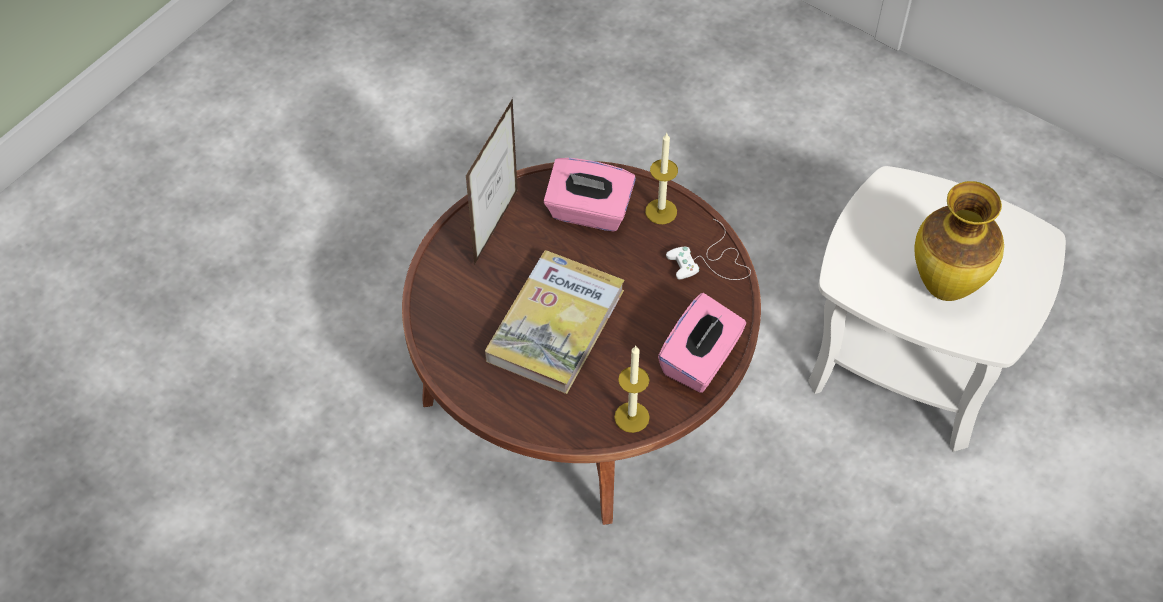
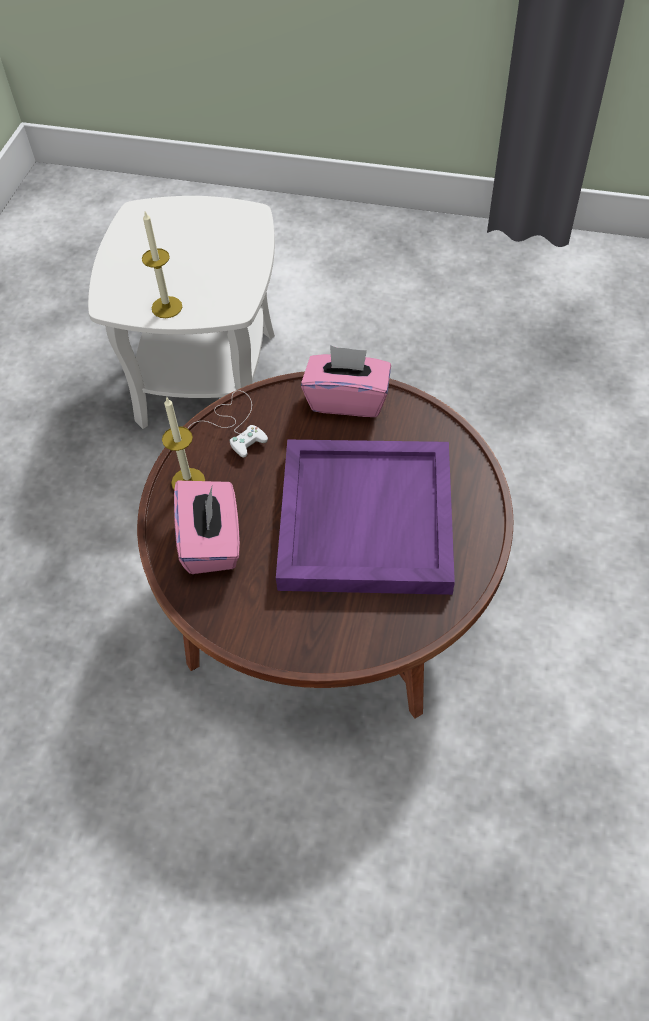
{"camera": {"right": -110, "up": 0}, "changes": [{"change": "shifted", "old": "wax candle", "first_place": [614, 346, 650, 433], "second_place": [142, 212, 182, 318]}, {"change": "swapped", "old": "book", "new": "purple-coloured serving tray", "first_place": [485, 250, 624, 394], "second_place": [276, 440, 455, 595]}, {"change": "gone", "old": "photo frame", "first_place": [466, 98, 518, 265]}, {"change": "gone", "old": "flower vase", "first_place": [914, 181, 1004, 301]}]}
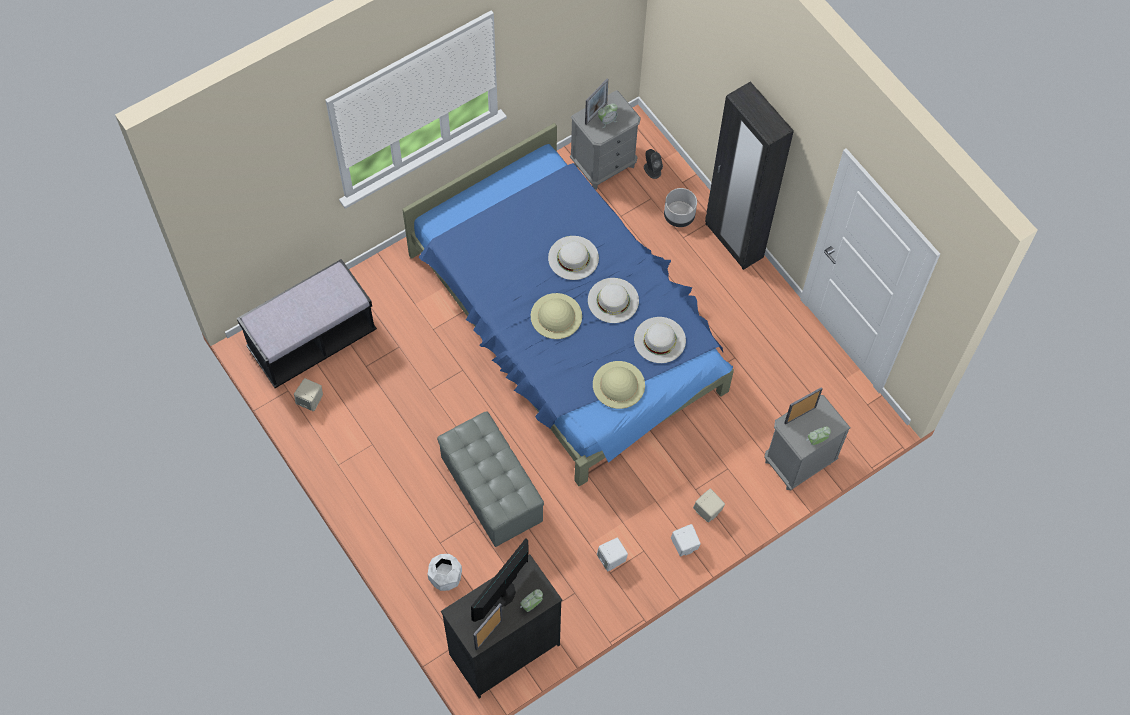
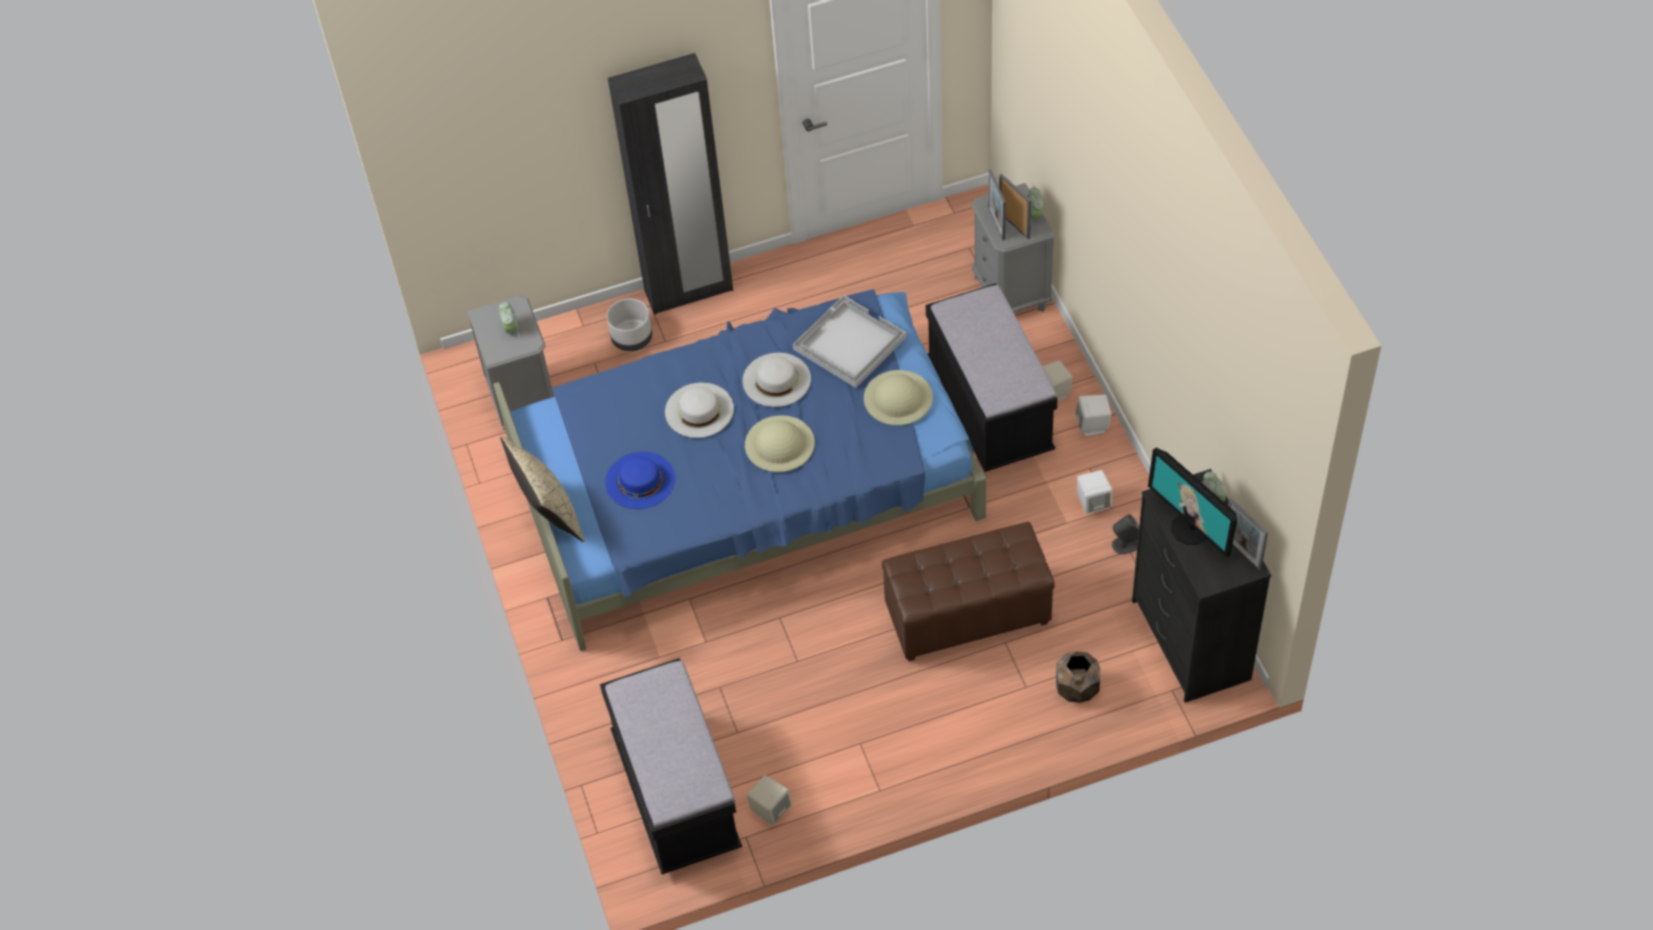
{"camera": {"right": -70, "up": -10}, "changes": [{"change": "new", "new": "beige-coloured pillow", "second_place": [500, 436, 584, 542]}, {"change": "new", "new": "bluish clothing hat", "second_place": [605, 452, 675, 509]}, {"change": "swapped", "old": "white clothing hat", "new": "white serving tray", "first_place": [634, 317, 686, 363], "second_place": [793, 295, 907, 388]}, {"change": "repainted", "old": "grey pouffe", "new": "brown-coloured pouffe", "first_place": [437, 411, 544, 547], "second_place": [882, 522, 1055, 661]}, {"change": "new", "new": "black long seat", "second_place": [926, 283, 1057, 472]}, {"change": "shifted", "old": "photo frame", "first_place": [585, 78, 609, 125], "second_place": [999, 174, 1031, 239]}, {"change": "repainted", "old": "white plant pot", "new": "brown-coloured plant pot", "first_place": [427, 554, 462, 591], "second_place": [1056, 652, 1100, 703]}, {"change": "shifted", "old": "grey audio speaker", "first_place": [644, 149, 663, 179], "second_place": [1112, 514, 1139, 554]}]}
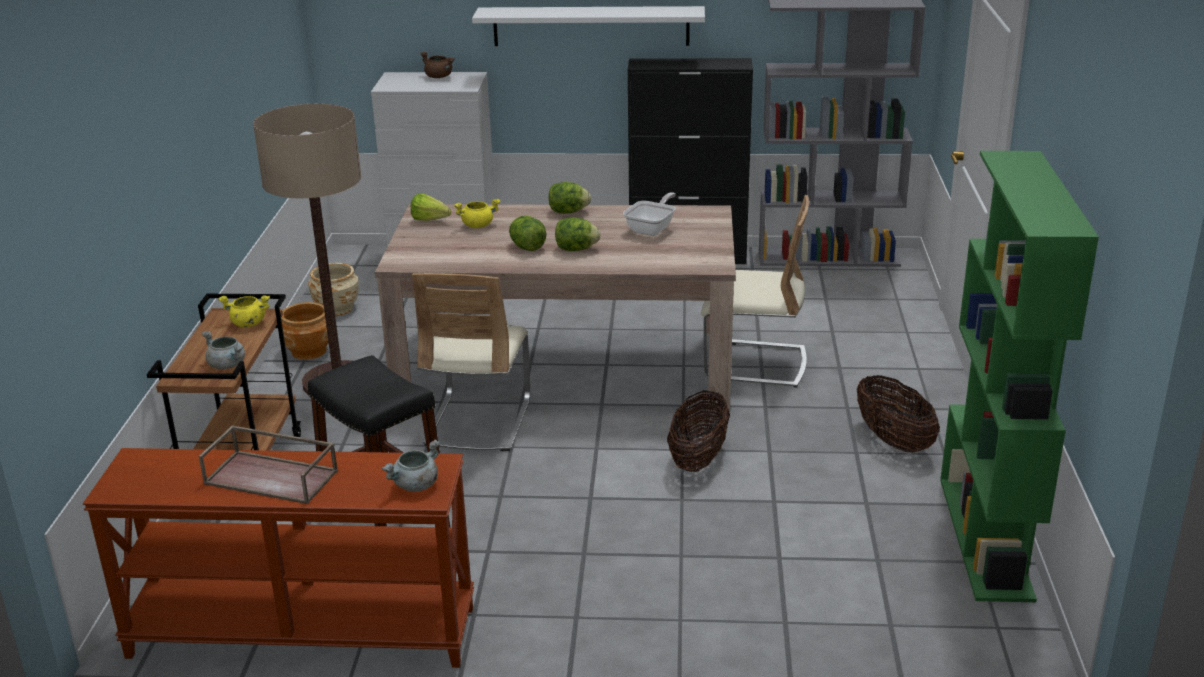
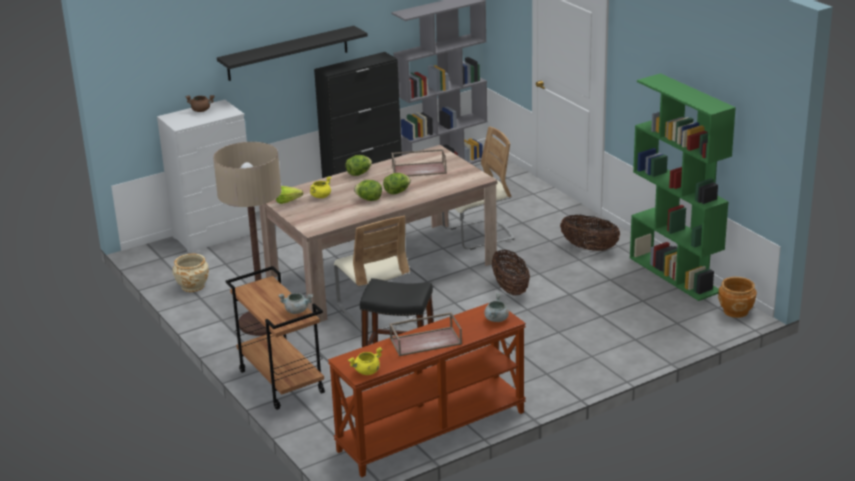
{"camera": {"right": -35, "up": 0}, "changes": [{"change": "repainted", "old": "white shelf", "new": "black shelf", "first_place": [472, 6, 705, 46], "second_place": [217, 26, 368, 81]}, {"change": "shifted", "old": "yellow-coloured stockpot", "first_place": [218, 295, 270, 327], "second_place": [348, 347, 383, 375]}, {"change": "swapped", "old": "pan", "new": "brown-coloured serving tray", "first_place": [623, 192, 676, 236], "second_place": [391, 149, 447, 176]}, {"change": "shifted", "old": "brown-coloured plant pot", "first_place": [281, 302, 329, 360], "second_place": [718, 277, 757, 318]}]}
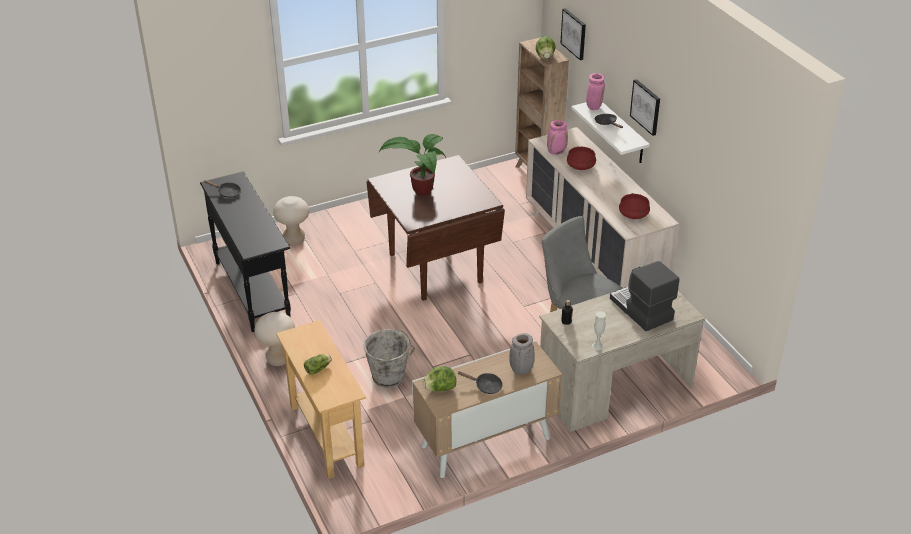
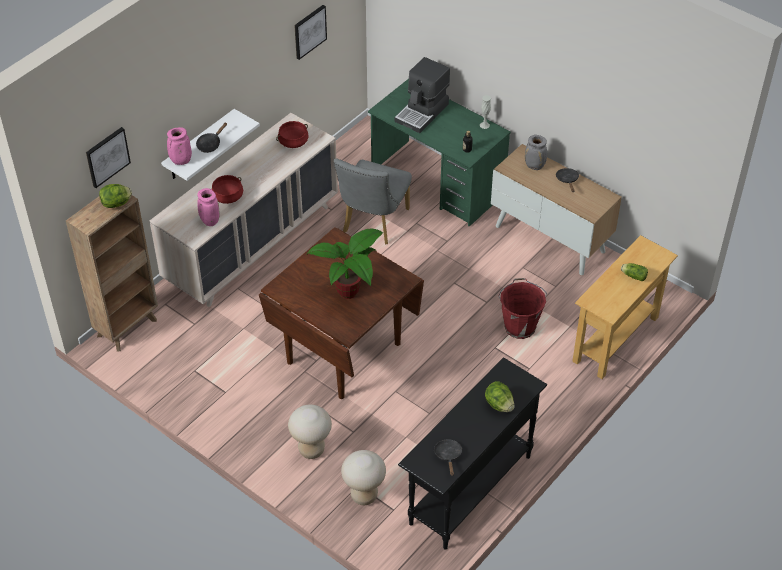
{"camera": {"right": -115, "up": 10}, "changes": [{"change": "shifted", "old": "beige-coloured sitting stool", "first_place": [254, 312, 295, 366], "second_place": [288, 404, 332, 459]}, {"change": "shifted", "old": "wall art", "first_place": [630, 79, 660, 136], "second_place": [294, 5, 327, 60]}, {"change": "repainted", "old": "beige-coloured desk", "new": "green desk", "first_place": [539, 291, 705, 432], "second_place": [368, 79, 511, 227]}, {"change": "shifted", "old": "lettuce", "first_place": [423, 366, 456, 391], "second_place": [485, 381, 515, 412]}, {"change": "repainted", "old": "grey bucket", "new": "red bucket", "first_place": [363, 329, 415, 388], "second_place": [498, 278, 547, 339]}]}
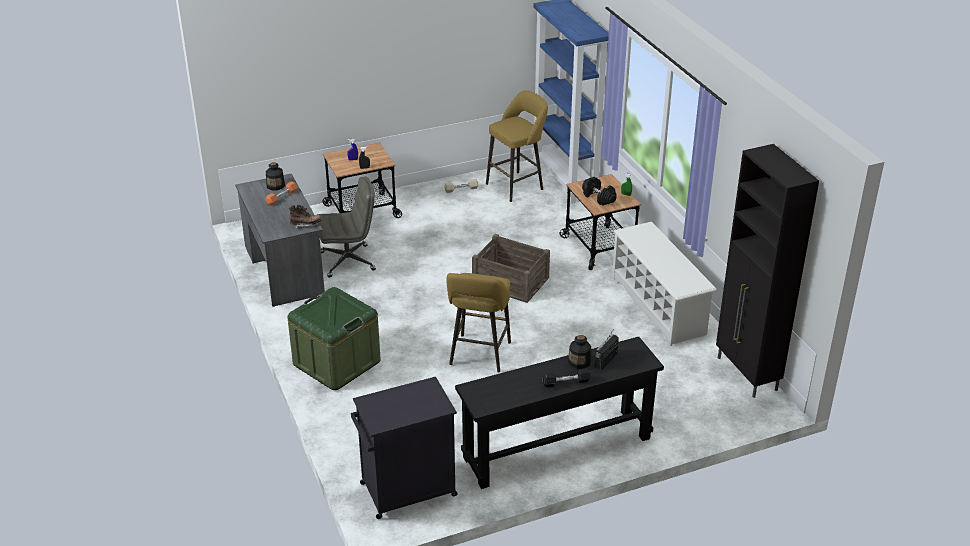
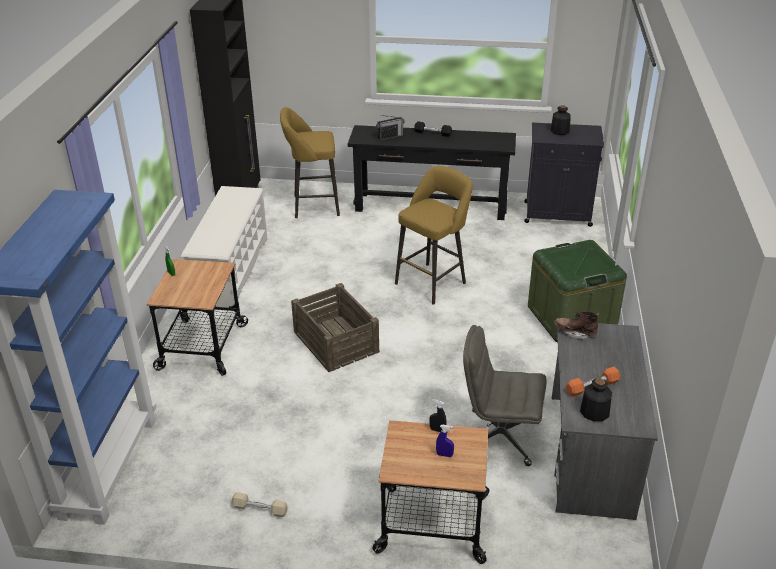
{"camera": {"right": -150, "up": 0}, "changes": [{"change": "shifted", "old": "yellow-coloured sitting stool", "first_place": [486, 90, 548, 202], "second_place": [280, 107, 340, 218]}, {"change": "shifted", "old": "bottle", "first_place": [568, 335, 591, 369], "second_place": [551, 105, 571, 135]}, {"change": "gone", "old": "black hand weight", "first_place": [582, 177, 617, 205]}]}
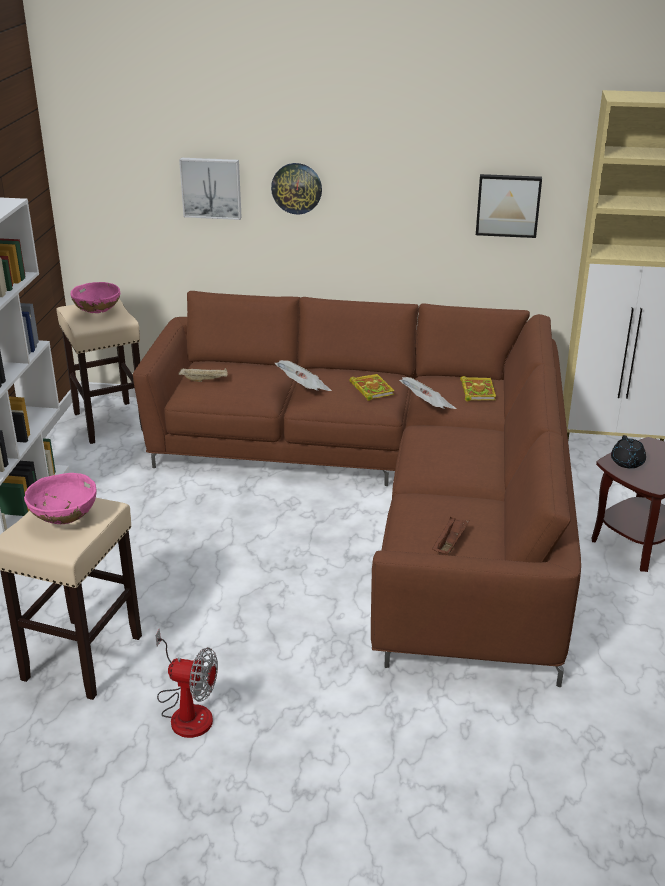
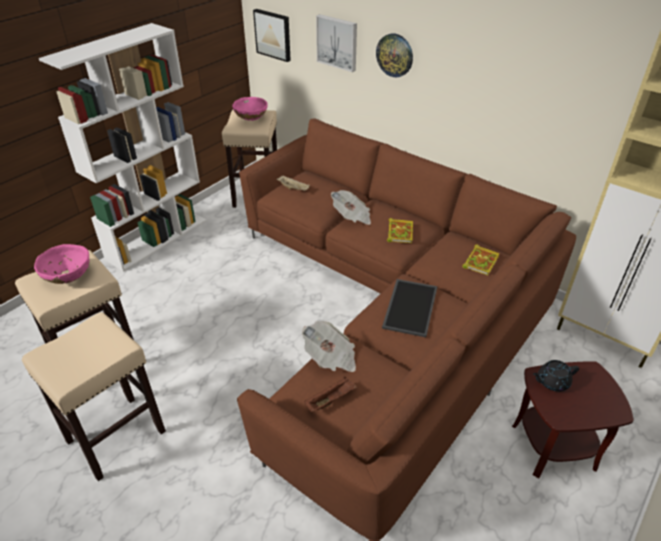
{"camera": {"right": 30, "up": 10}, "changes": [{"change": "swapped", "old": "cooling fan", "new": "beige-coloured sitting stool", "first_place": [155, 629, 218, 738], "second_place": [22, 312, 166, 481]}, {"change": "shifted", "old": "wall art", "first_place": [476, 174, 542, 238], "second_place": [253, 9, 291, 62]}, {"change": "shifted", "old": "daily paper", "first_place": [399, 377, 457, 409], "second_place": [302, 321, 356, 372]}, {"change": "new", "new": "serving tray", "second_place": [382, 279, 437, 337]}, {"change": "rotated", "old": "black tea pot", "first_place": [611, 435, 646, 468], "second_place": [533, 360, 579, 392], "degrees": 45}]}
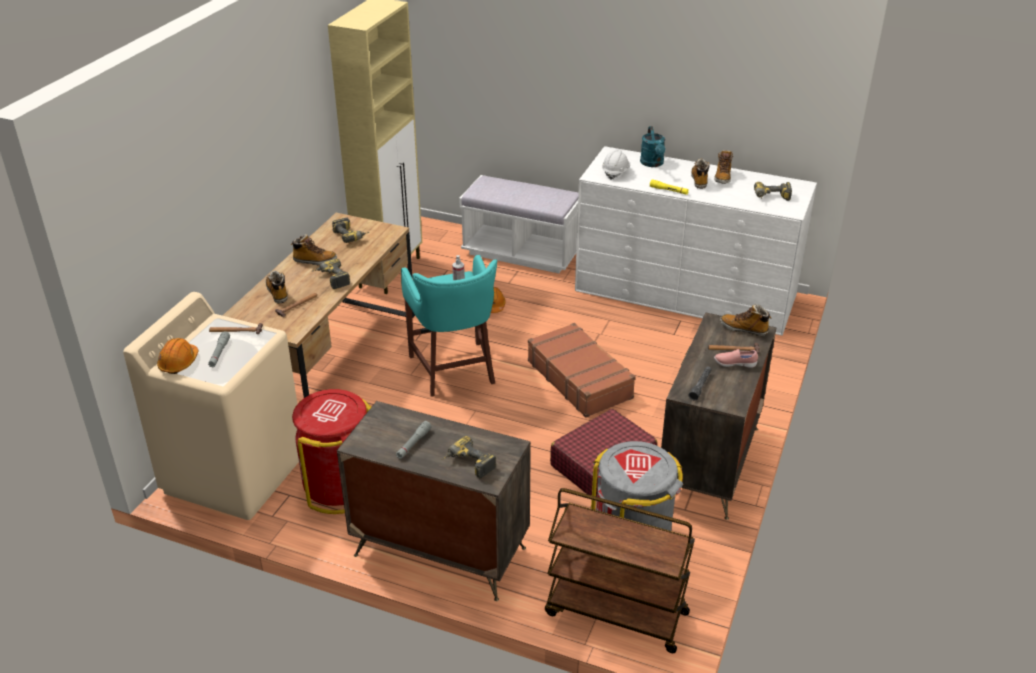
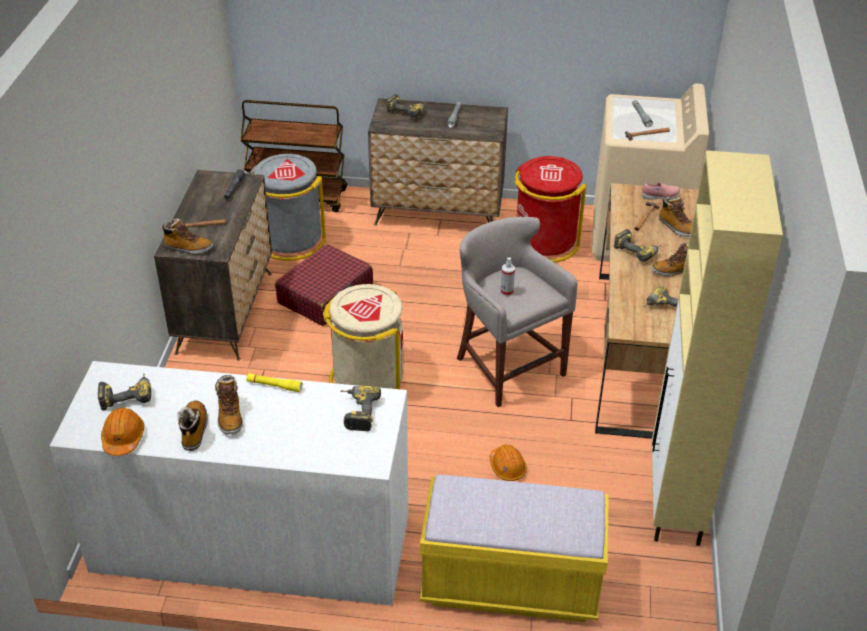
{"camera": {"right": 165, "up": 5}, "changes": [{"change": "shifted", "old": "orange work helmet", "first_place": [157, 338, 198, 374], "second_place": [101, 407, 144, 456]}, {"change": "swapped", "old": "brown-coloured piece of luggage", "new": "beige-coloured trash can", "first_place": [528, 323, 636, 418], "second_place": [323, 284, 403, 389]}, {"change": "swapped", "old": "white work helmet", "new": "electric drill", "first_place": [602, 149, 630, 179], "second_place": [341, 386, 381, 431]}, {"change": "repainted", "old": "white long seat", "new": "yellow-coloured long seat", "first_place": [459, 175, 579, 273], "second_place": [420, 475, 609, 622]}, {"change": "repainted", "old": "blue-green sitting stool", "new": "grey sitting stool", "first_place": [401, 255, 497, 397], "second_place": [457, 217, 577, 407]}, {"change": "shifted", "old": "pink item of footwear", "first_place": [714, 349, 758, 368], "second_place": [642, 182, 680, 200]}, {"change": "gone", "old": "blue-green watering can", "first_place": [640, 126, 666, 167]}]}
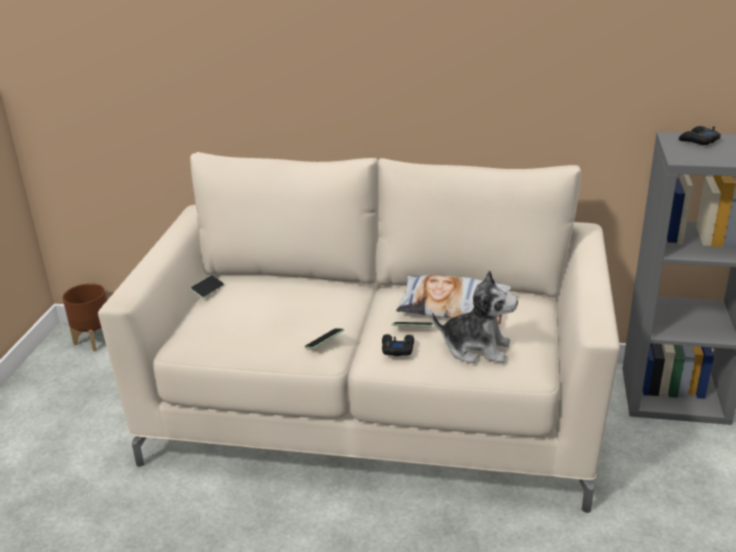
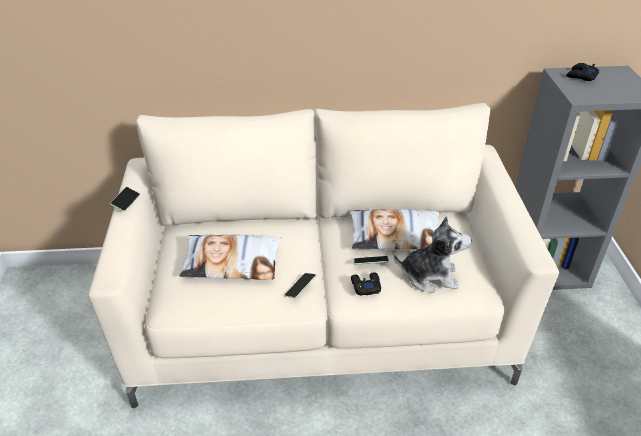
{"camera": {"right": -15, "up": 10}, "changes": [{"change": "shifted", "old": "telephone", "first_place": [190, 275, 224, 298], "second_place": [110, 187, 140, 211]}, {"change": "new", "new": "pillow", "second_place": [179, 234, 281, 280]}, {"change": "gone", "old": "brown-coloured plant pot", "first_place": [62, 283, 107, 351]}]}
